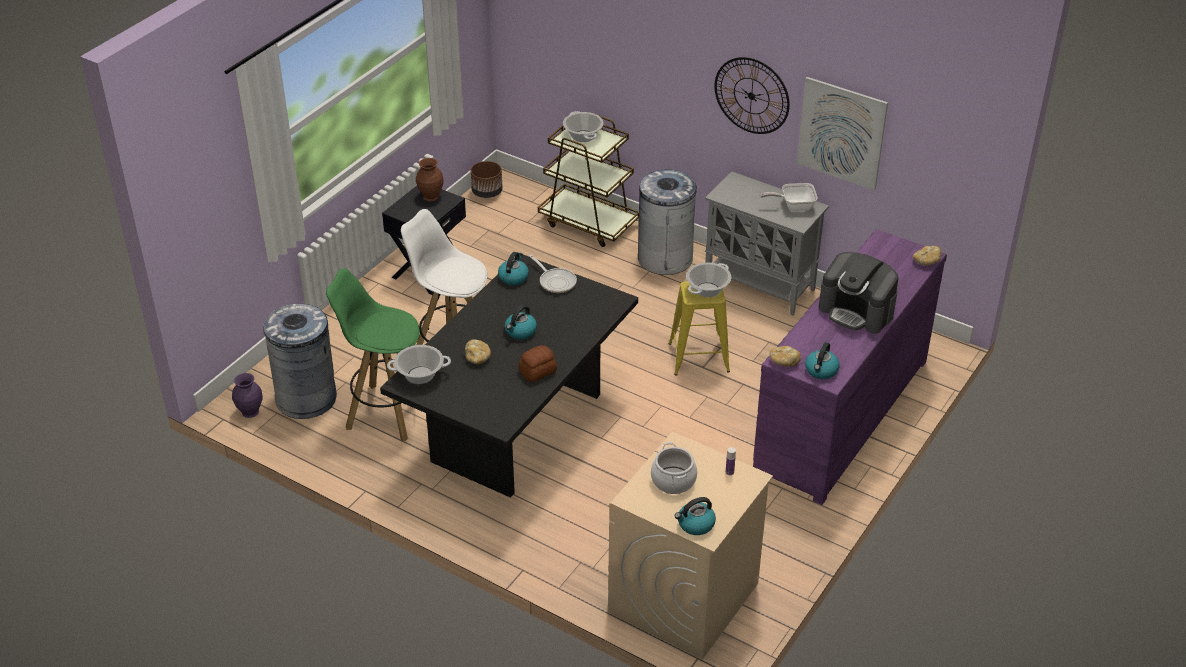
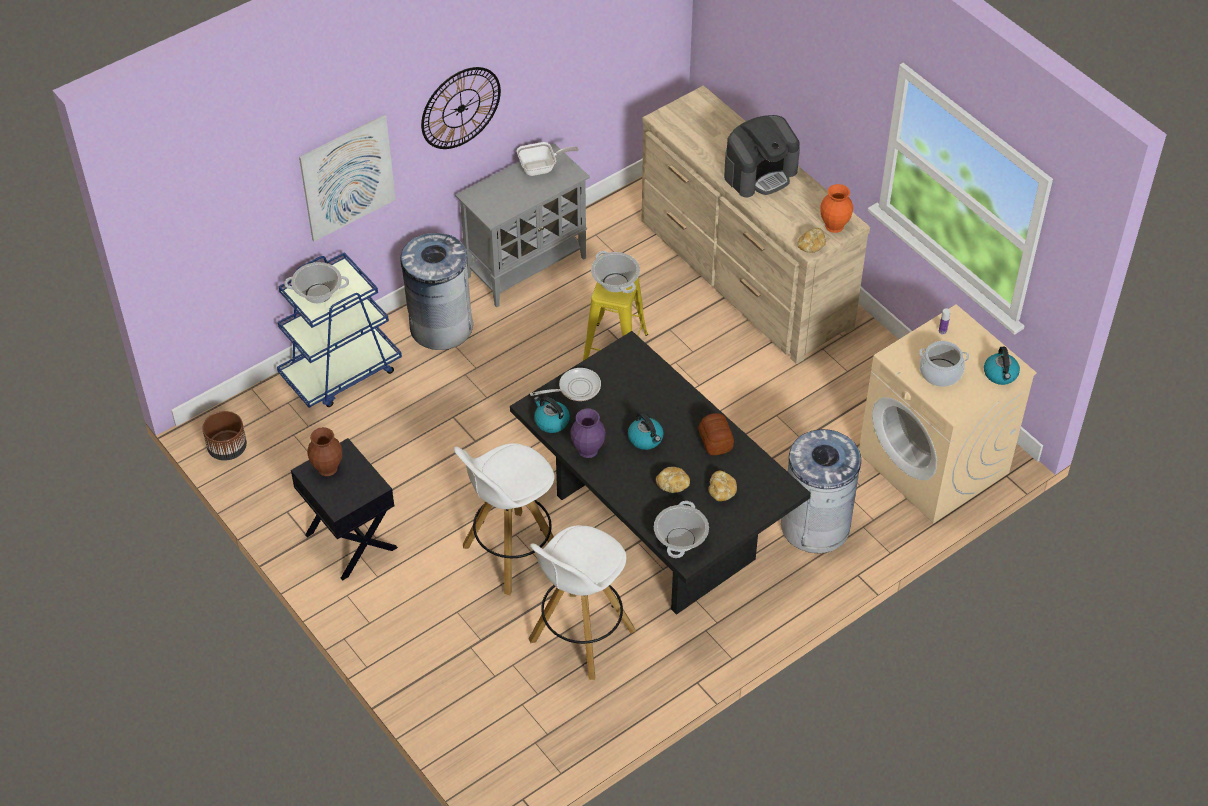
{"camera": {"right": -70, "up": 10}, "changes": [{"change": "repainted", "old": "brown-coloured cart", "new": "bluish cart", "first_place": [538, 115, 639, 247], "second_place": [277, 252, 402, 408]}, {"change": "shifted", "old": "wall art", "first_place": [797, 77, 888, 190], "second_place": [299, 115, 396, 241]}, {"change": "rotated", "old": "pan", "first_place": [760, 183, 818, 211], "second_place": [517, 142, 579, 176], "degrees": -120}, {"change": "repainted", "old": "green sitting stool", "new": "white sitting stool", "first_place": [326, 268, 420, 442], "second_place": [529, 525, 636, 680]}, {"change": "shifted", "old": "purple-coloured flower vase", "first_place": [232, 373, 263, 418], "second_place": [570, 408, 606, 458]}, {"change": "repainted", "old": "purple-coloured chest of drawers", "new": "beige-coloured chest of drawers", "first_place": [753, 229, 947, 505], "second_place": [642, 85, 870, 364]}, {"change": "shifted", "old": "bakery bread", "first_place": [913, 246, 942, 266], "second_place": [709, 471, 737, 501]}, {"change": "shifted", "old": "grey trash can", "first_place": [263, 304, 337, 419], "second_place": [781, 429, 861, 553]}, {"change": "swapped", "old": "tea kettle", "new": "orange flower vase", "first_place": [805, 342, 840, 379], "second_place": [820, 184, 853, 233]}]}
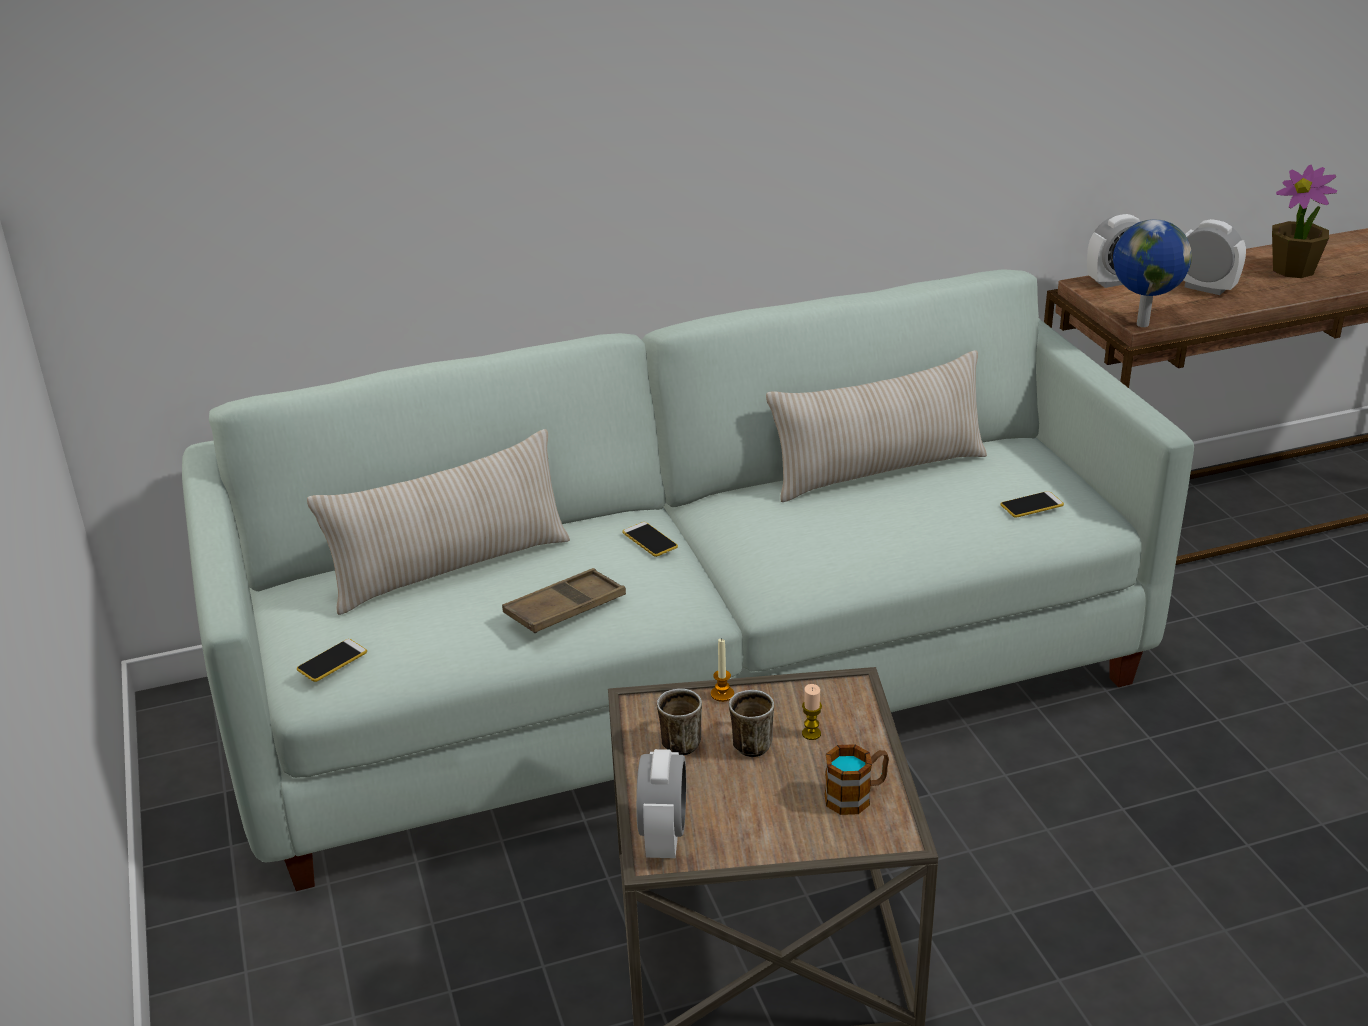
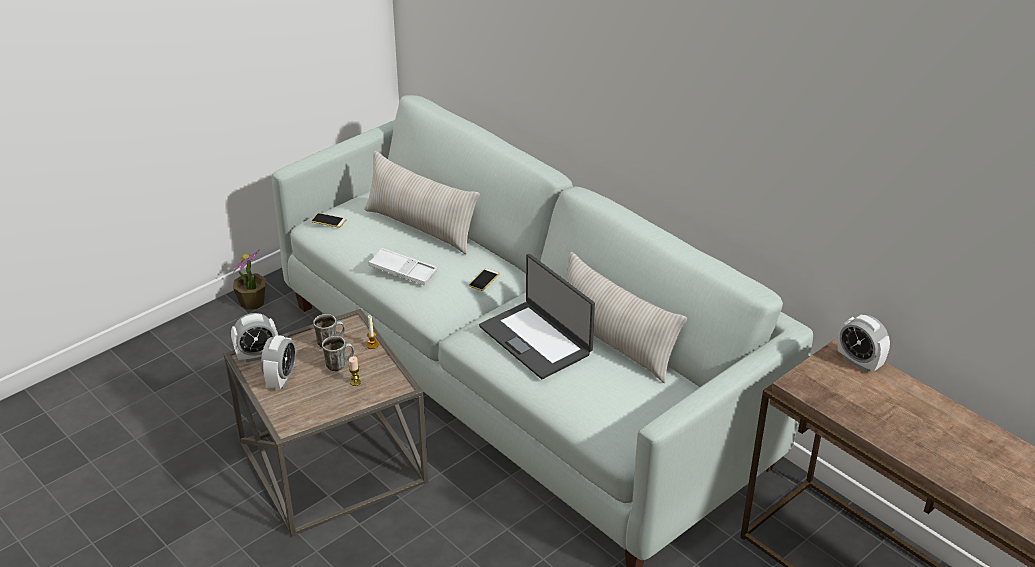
{"camera": {"right": 65, "up": 5}, "changes": [{"change": "shifted", "old": "potted plant", "first_place": [1272, 165, 1337, 278], "second_place": [233, 250, 266, 310]}, {"change": "shifted", "old": "alarm clock", "first_place": [1183, 219, 1246, 295], "second_place": [261, 335, 296, 389]}, {"change": "repainted", "old": "brown-coloured serving tray", "new": "white serving tray", "first_place": [502, 568, 626, 633], "second_place": [369, 248, 437, 286]}, {"change": "new", "new": "notebook computer", "second_place": [479, 254, 595, 379]}, {"change": "gone", "old": "coffee mug", "first_place": [825, 744, 889, 815]}, {"change": "gone", "old": "telephone", "first_place": [1001, 491, 1064, 518]}, {"change": "gone", "old": "world globe", "first_place": [1113, 219, 1192, 327]}]}
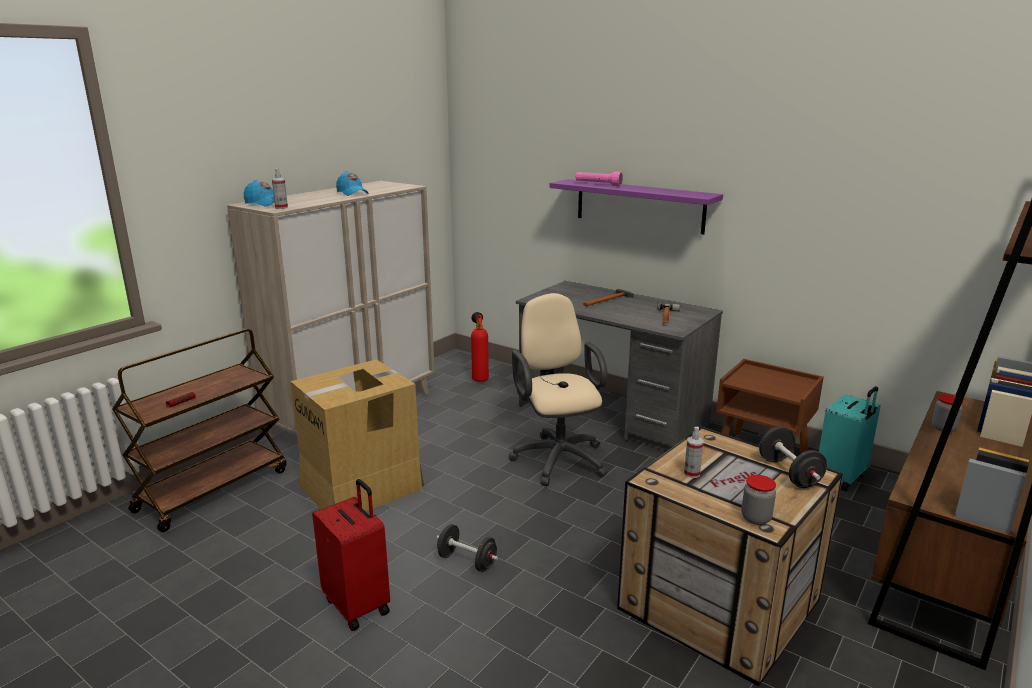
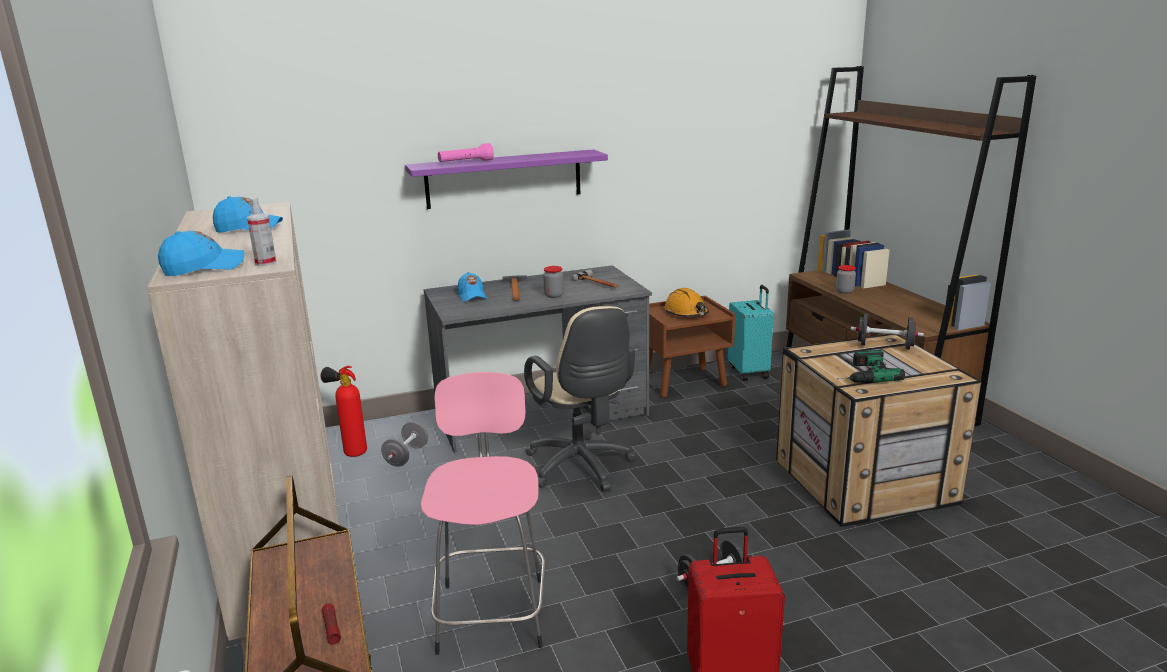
{"camera": {"right": -55, "up": 0}, "changes": [{"change": "new", "new": "grey hand weight", "second_place": [381, 421, 428, 467]}, {"change": "swapped", "old": "packing box", "new": "pink sitting stool", "first_place": [290, 359, 424, 511], "second_place": [421, 372, 545, 655]}, {"change": "new", "new": "bluish cap", "second_place": [457, 272, 487, 302]}, {"change": "rotated", "old": "beige-coloured desk chair", "first_place": [509, 293, 608, 486], "second_place": [524, 306, 636, 492], "degrees": -135}, {"change": "shifted", "old": "preserve jar", "first_place": [742, 475, 776, 525], "second_place": [543, 266, 564, 298]}, {"change": "new", "new": "orange work helmet", "second_place": [664, 288, 709, 317]}, {"change": "swapped", "old": "sprayer", "new": "electric drill", "first_place": [684, 427, 704, 478], "second_place": [837, 350, 905, 383]}]}
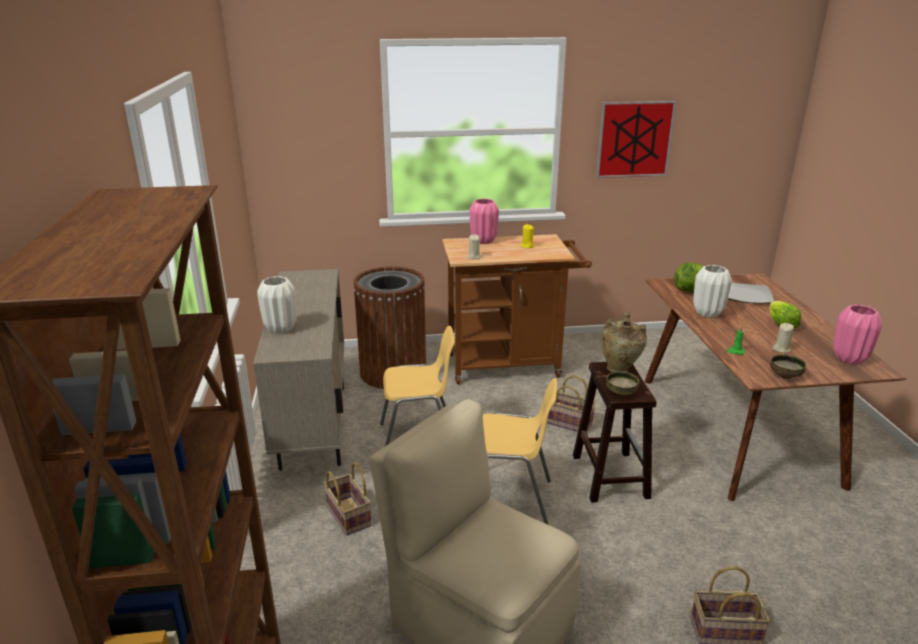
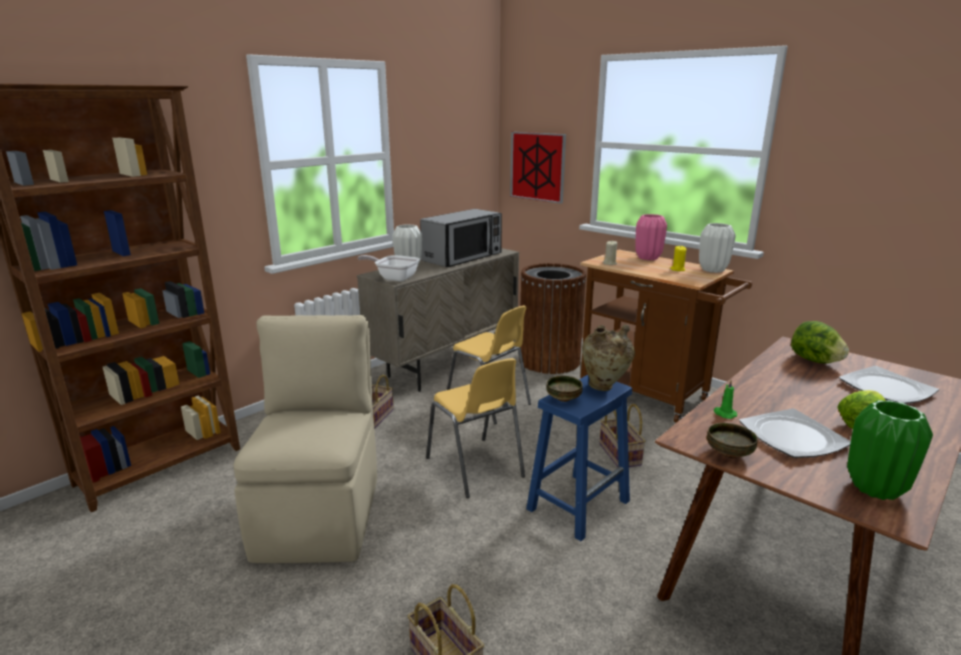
{"camera": {"right": 50, "up": -5}, "changes": [{"change": "new", "new": "pan", "second_place": [358, 255, 420, 282]}, {"change": "new", "new": "microwave", "second_place": [420, 209, 502, 267]}, {"change": "shifted", "old": "wall art", "first_place": [596, 101, 676, 178], "second_place": [510, 132, 566, 204]}, {"change": "repainted", "old": "brown-coloured sitting stool", "new": "bluish sitting stool", "first_place": [573, 362, 657, 503], "second_place": [526, 375, 632, 541]}, {"change": "shifted", "old": "white flower vase", "first_place": [693, 265, 732, 318], "second_place": [699, 223, 736, 273]}, {"change": "swapped", "old": "beige-coloured wax candle", "new": "dinner plate", "first_place": [772, 323, 794, 353], "second_place": [739, 409, 851, 458]}, {"change": "repainted", "old": "pink flower vase", "new": "green flower vase", "first_place": [833, 304, 882, 365], "second_place": [847, 400, 933, 500]}]}
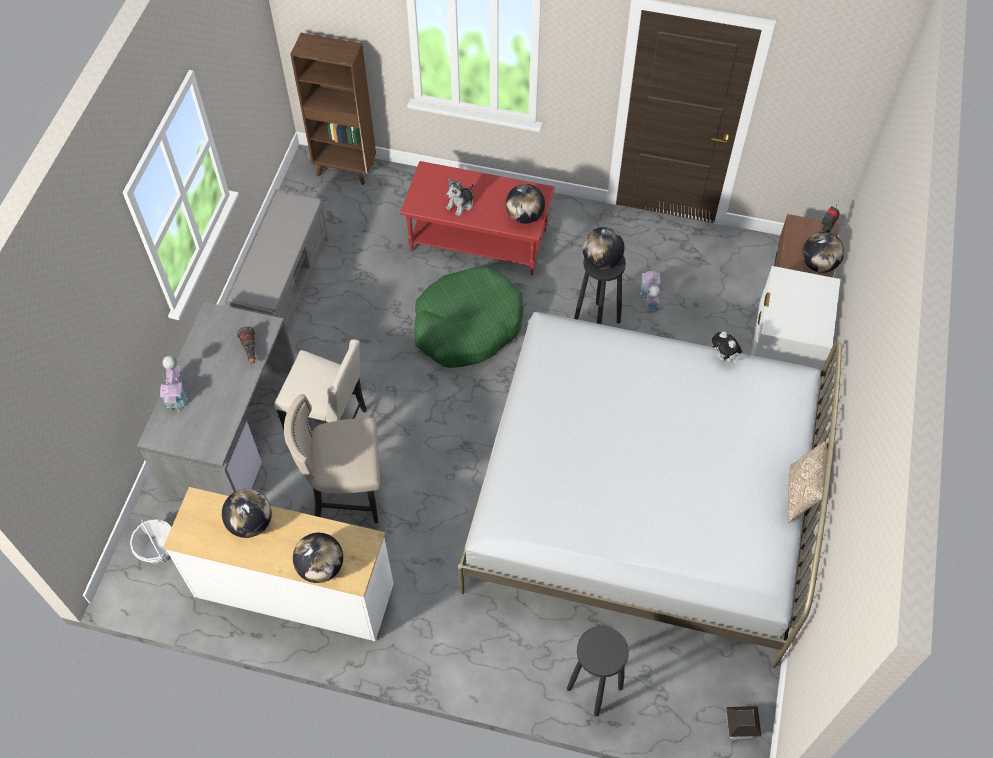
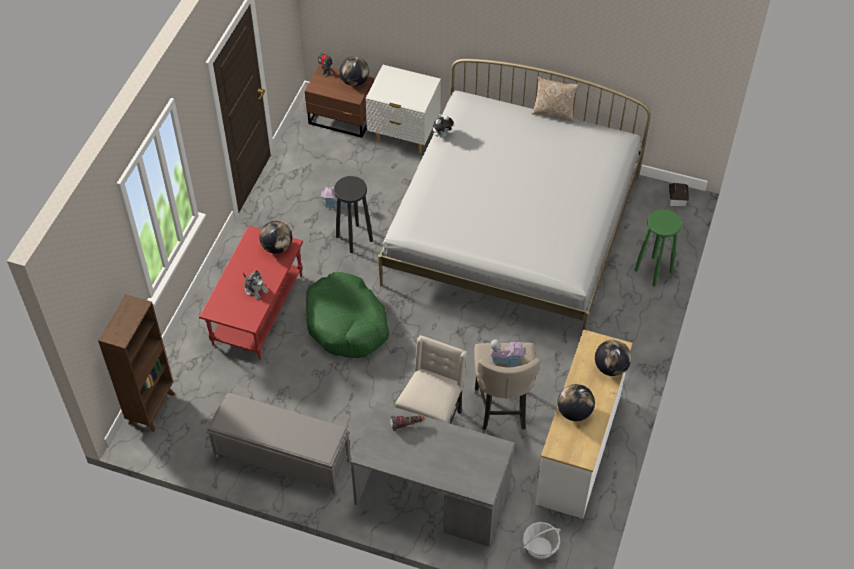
{"camera": {"right": -85, "up": -5}, "changes": [{"change": "shifted", "old": "toy house", "first_place": [160, 356, 187, 412], "second_place": [490, 339, 526, 366]}, {"change": "repainted", "old": "black sitting stool", "new": "green sitting stool", "first_place": [567, 626, 629, 717], "second_place": [635, 209, 682, 287]}, {"change": "gone", "old": "world globe", "first_place": [582, 227, 624, 269]}]}
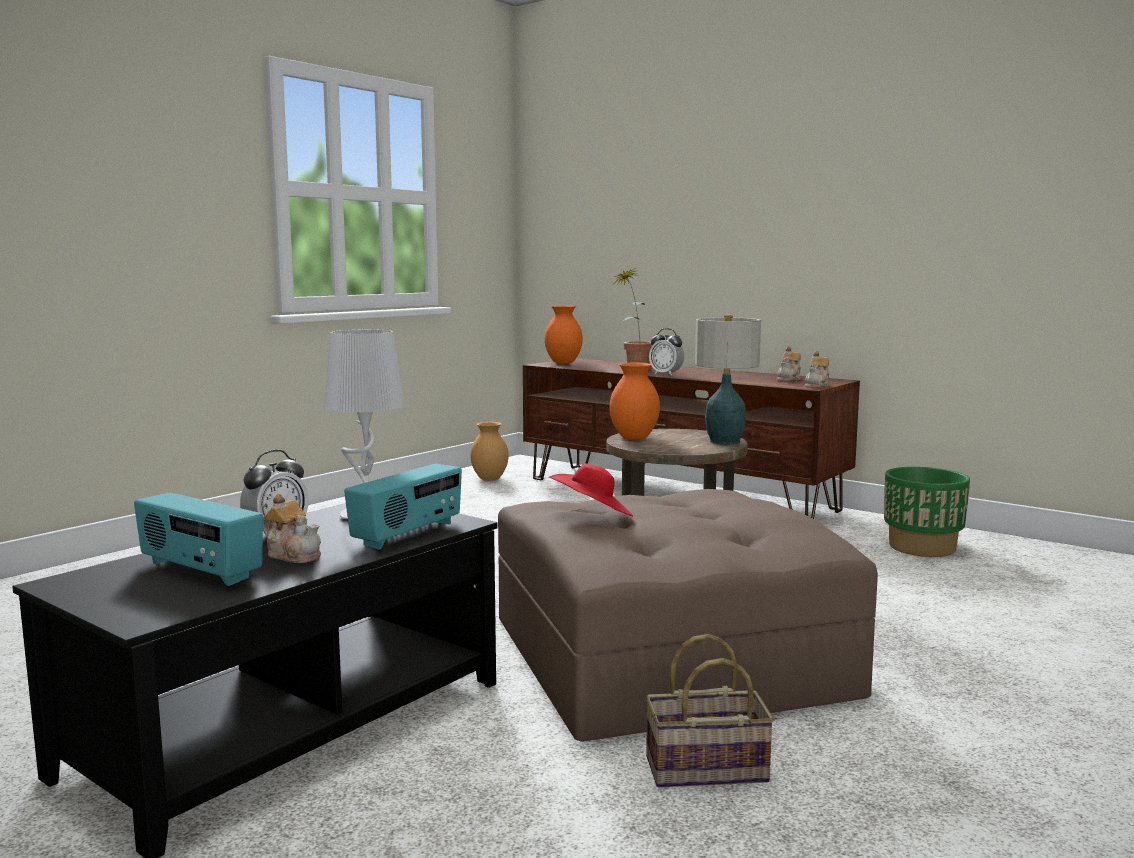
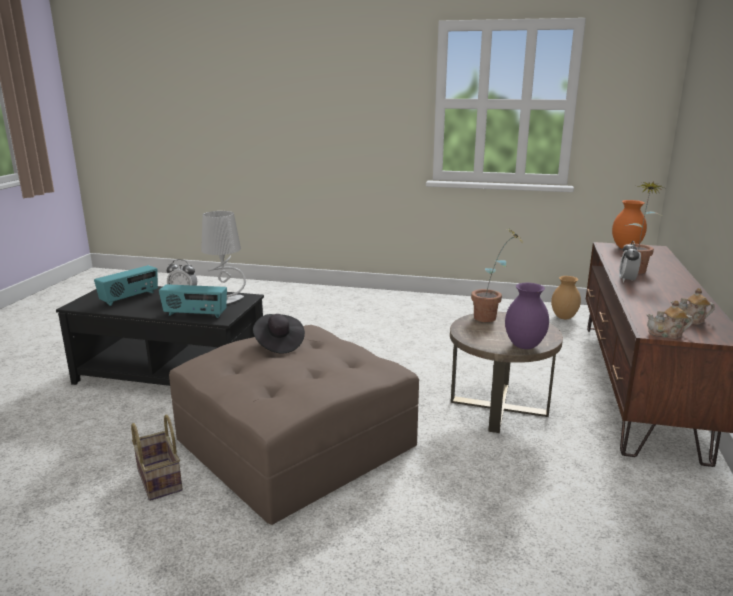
{"camera": {"right": 65, "up": 10}, "changes": [{"change": "rotated", "old": "radio set", "first_place": [134, 493, 263, 586], "second_place": [94, 265, 158, 306], "degrees": -150}, {"change": "repainted", "old": "red clothing hat", "new": "black clothing hat", "first_place": [548, 464, 633, 516], "second_place": [253, 314, 305, 354]}, {"change": "swapped", "old": "orange flower vase", "new": "potted plant", "first_place": [610, 363, 660, 440], "second_place": [471, 228, 523, 322]}, {"change": "swapped", "old": "lamp for a table", "new": "purple-coloured flower vase", "first_place": [695, 315, 761, 444], "second_place": [505, 283, 549, 349]}, {"change": "gone", "old": "tea pot", "first_place": [263, 493, 321, 563]}, {"change": "gone", "old": "green plant pot", "first_place": [884, 467, 970, 557]}]}
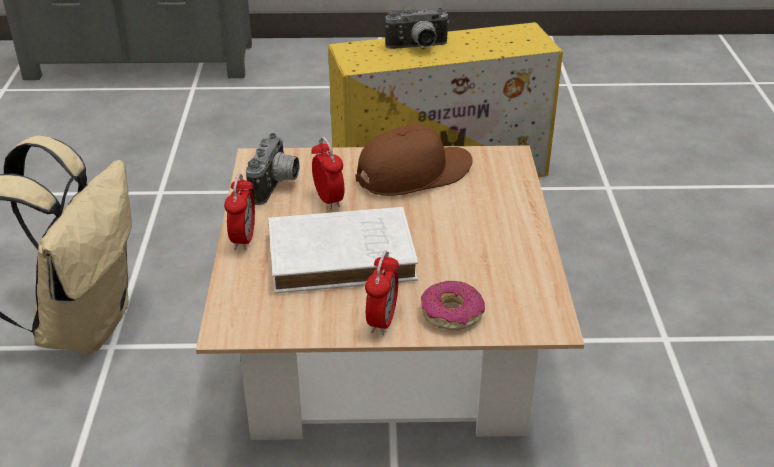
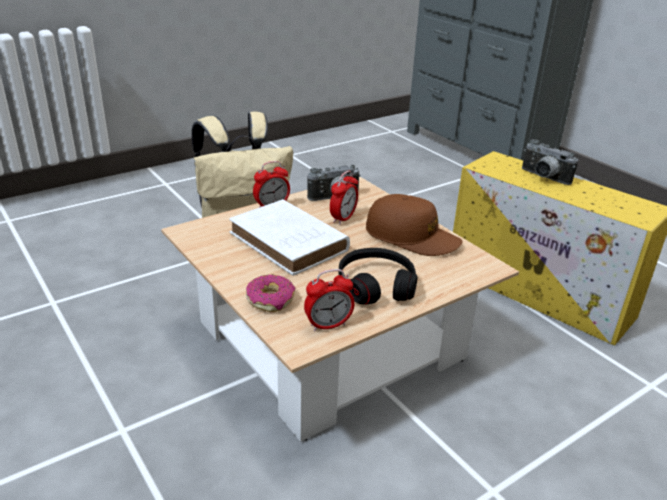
{"camera": {"right": 55, "up": -5}, "changes": [{"change": "shifted", "old": "alarm clock", "first_place": [365, 251, 399, 335], "second_place": [304, 269, 354, 332]}, {"change": "new", "new": "black headset", "second_place": [339, 248, 417, 305]}]}
